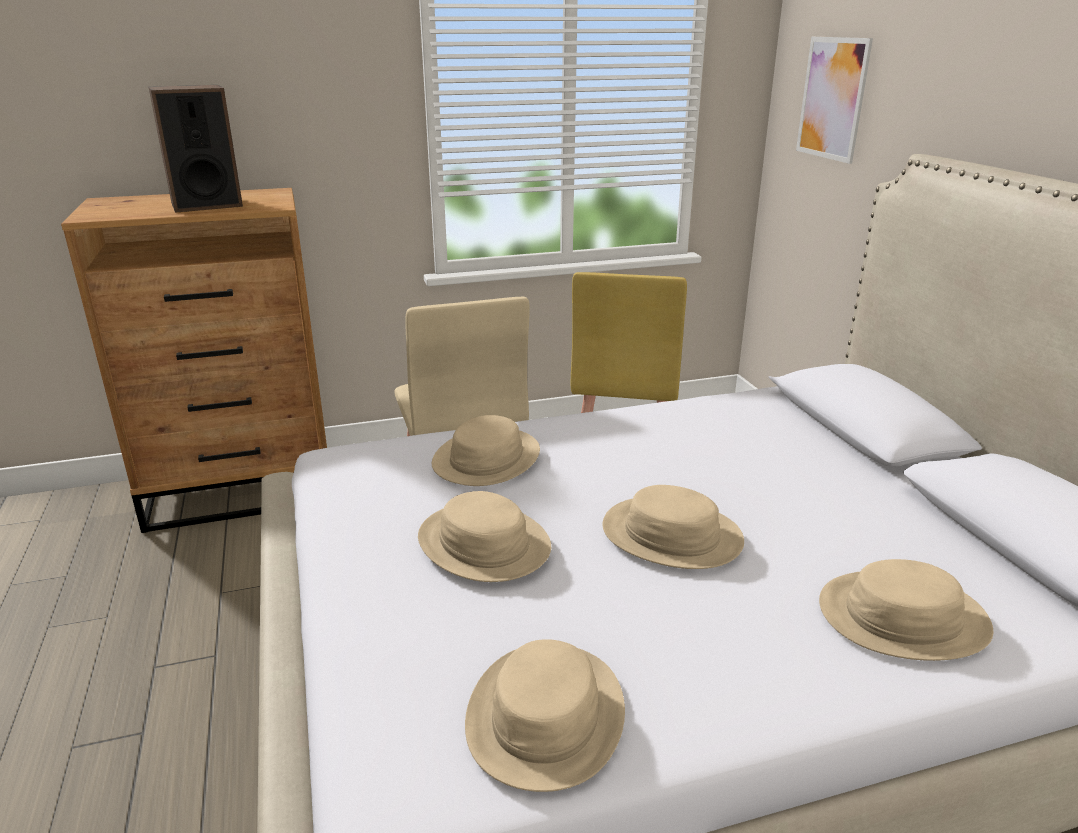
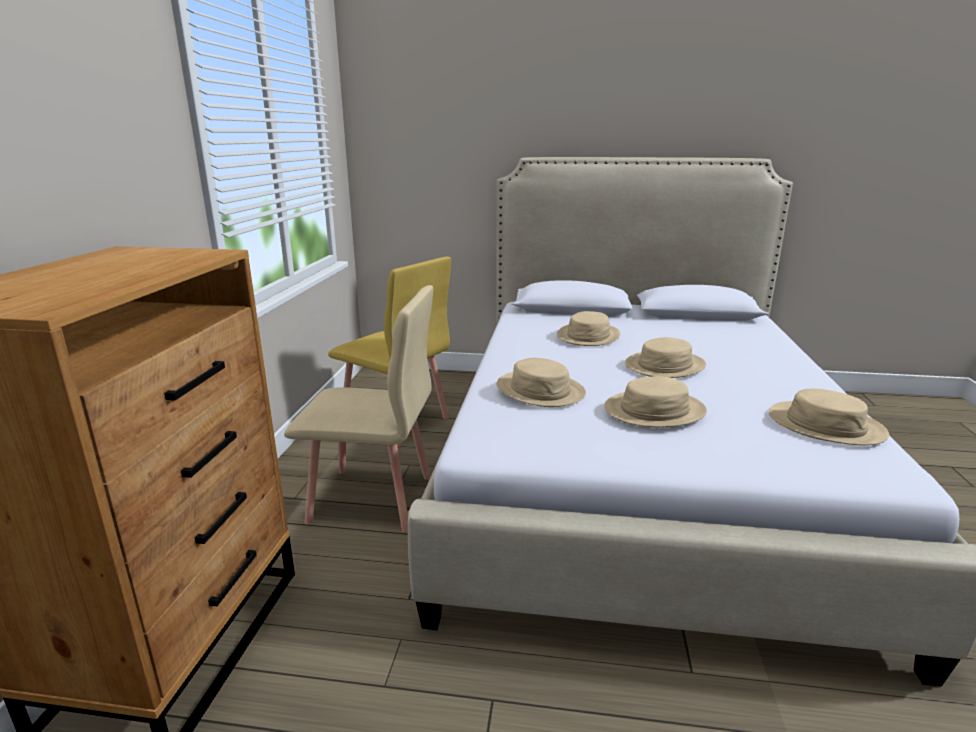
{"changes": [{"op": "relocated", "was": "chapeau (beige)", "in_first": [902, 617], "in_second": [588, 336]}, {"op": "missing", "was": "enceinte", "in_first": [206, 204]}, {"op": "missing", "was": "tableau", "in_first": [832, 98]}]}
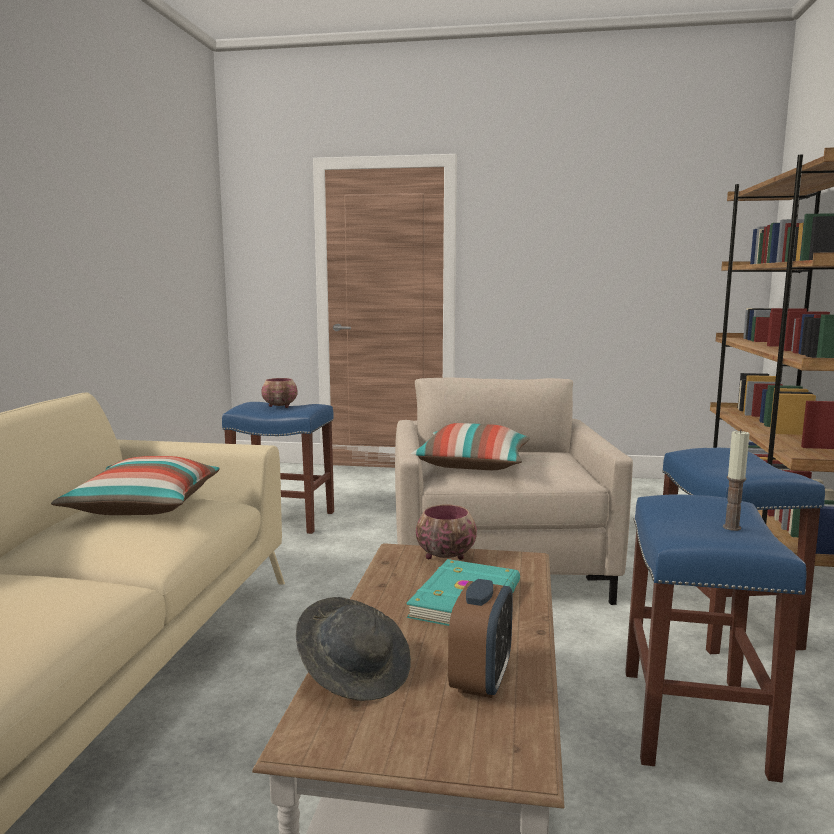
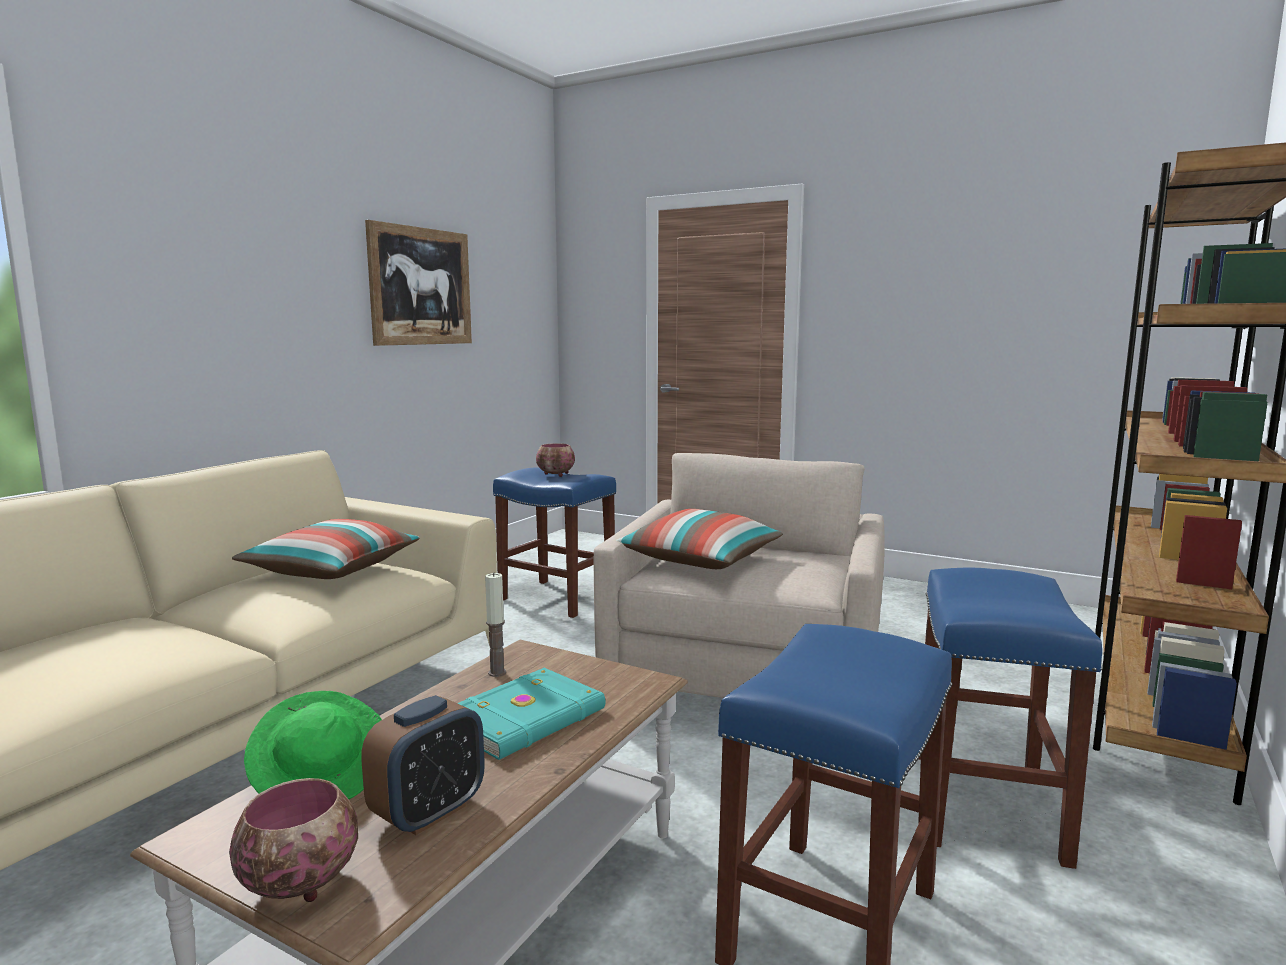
{"changes": [{"op": "relocated", "was": "bol", "in_first": [445, 556], "in_second": [300, 881]}, {"op": "colour", "was": "chapeau (gris)", "now": "chapeau (vert)", "in_first": [355, 673], "in_second": [322, 776]}, {"op": "appeared", "now": "tableau", "in_second": [421, 286]}, {"op": "relocated", "was": "bougie", "in_first": [731, 527], "in_second": [497, 672]}]}
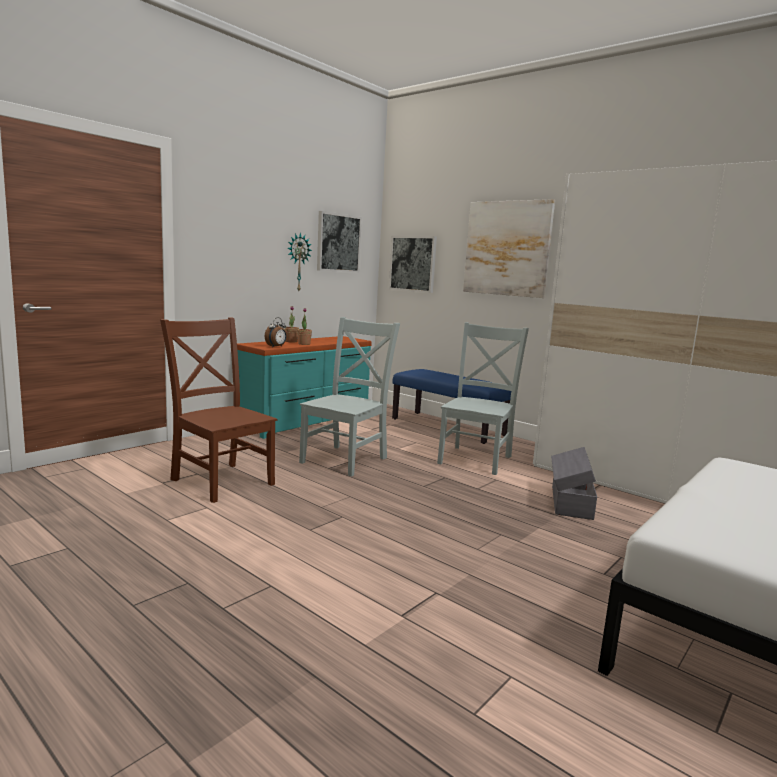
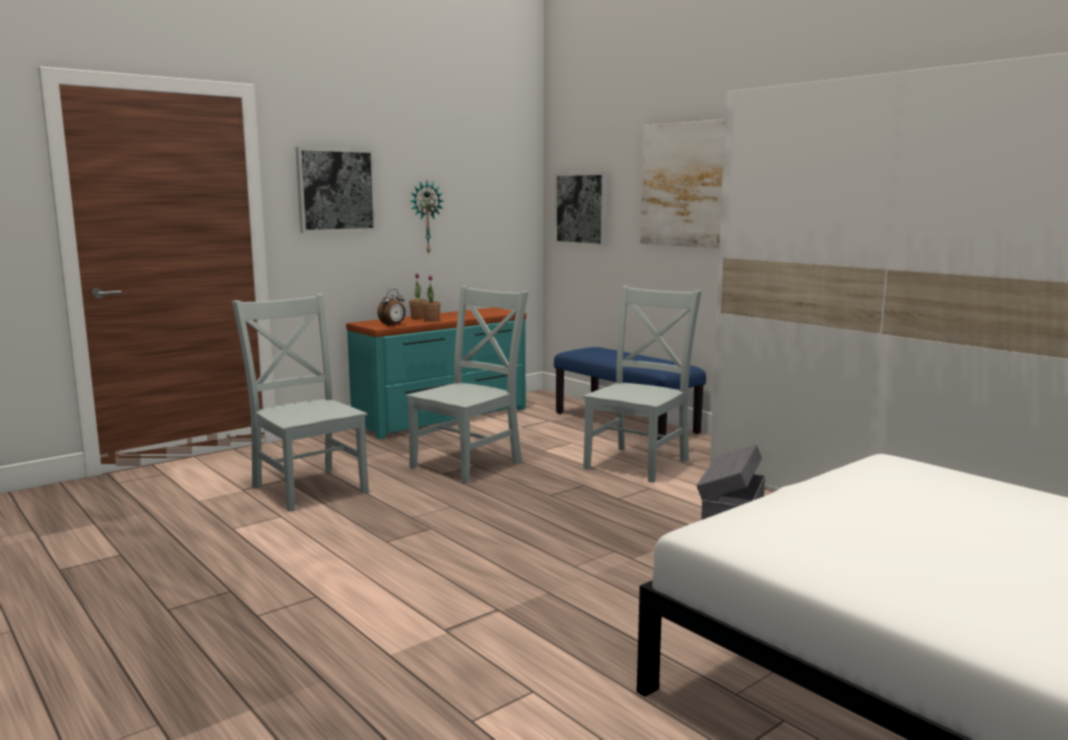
{"changes": [{"op": "colour", "was": "chaise (marron)", "now": "chaise (gris)", "in_first": [221, 480], "in_second": [308, 487]}, {"op": "relocated", "was": "tableau", "in_first": [338, 243], "in_second": [336, 190]}]}
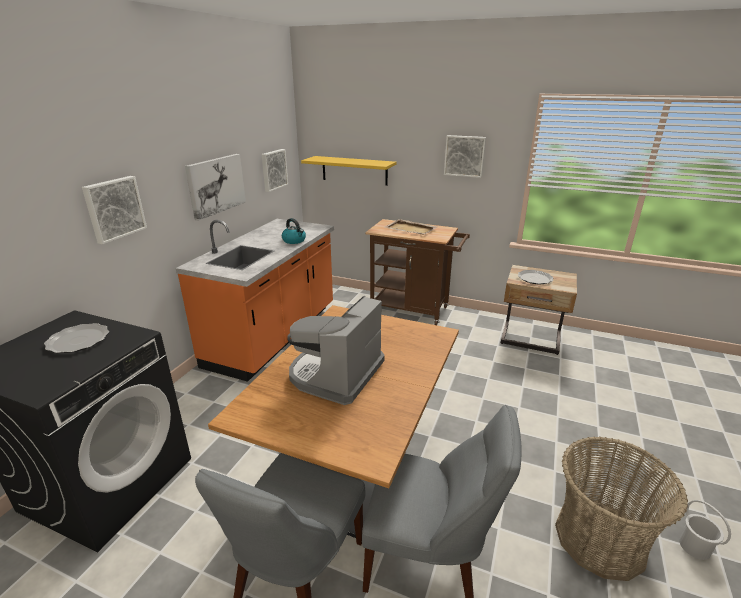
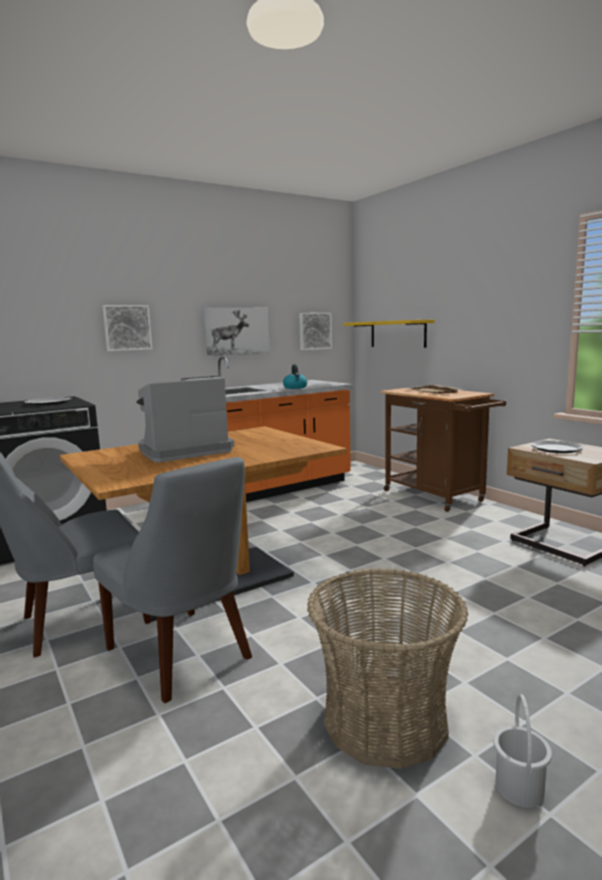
{"changes": [{"op": "missing", "was": "tableau", "in_first": [464, 156]}]}
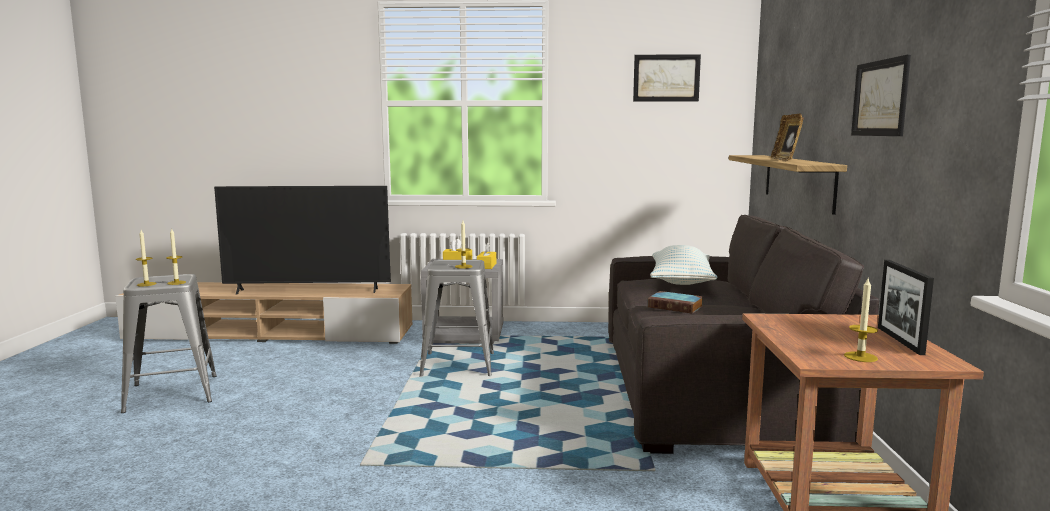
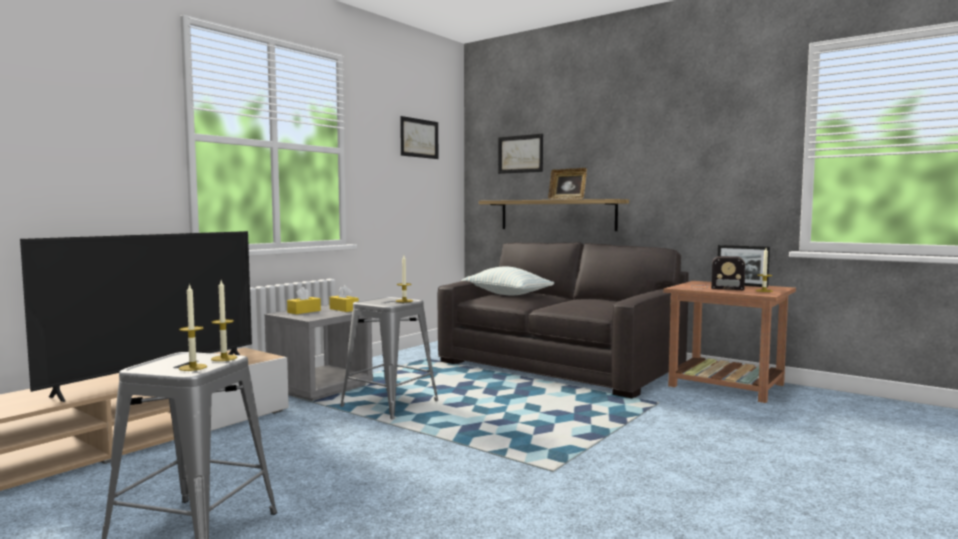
{"changes": [{"op": "relocated", "was": "tableau", "in_first": [880, 98], "in_second": [520, 154]}, {"op": "appeared", "now": "radio", "in_second": [715, 287]}, {"op": "missing", "was": "livre", "in_first": [676, 306]}]}
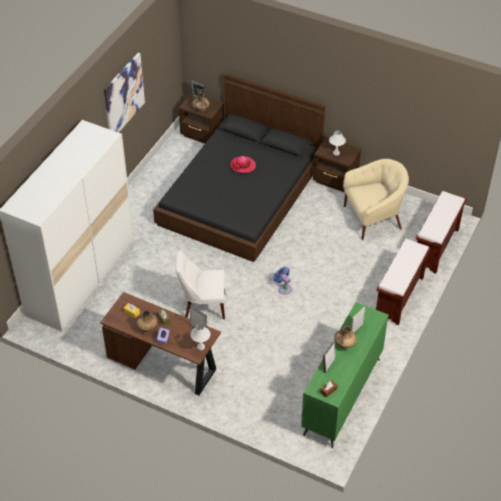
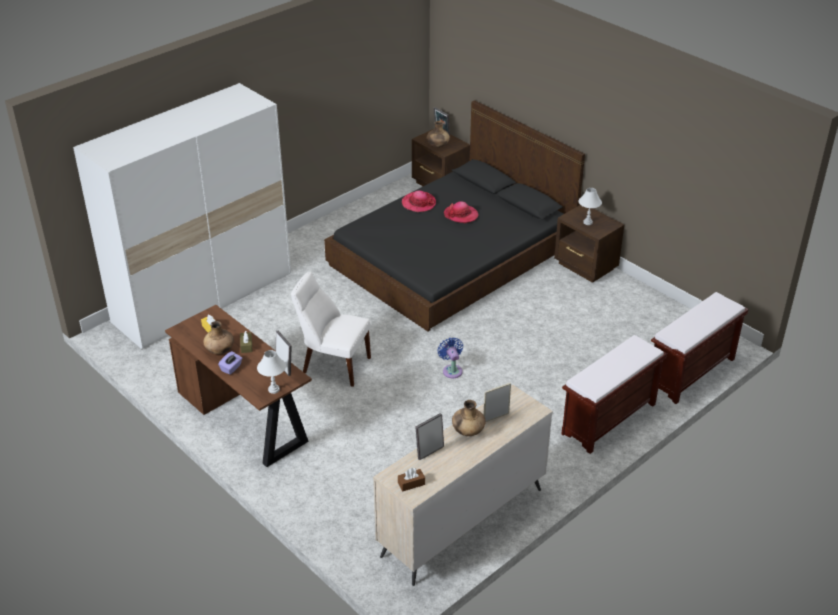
{"changes": [{"op": "colour", "was": "commode (vert)", "now": "commode (beige)", "in_first": [341, 396], "in_second": [461, 522]}, {"op": "appeared", "now": "chapeau", "in_second": [418, 203]}, {"op": "missing", "was": "tableau", "in_first": [124, 95]}, {"op": "missing", "was": "fauteuil (beige)", "in_first": [373, 217]}]}
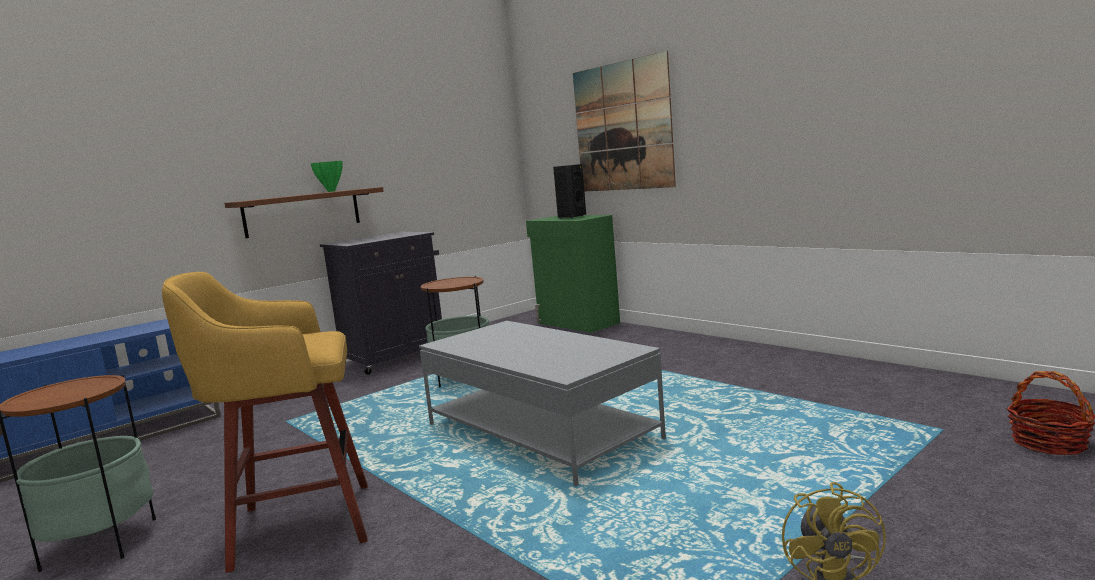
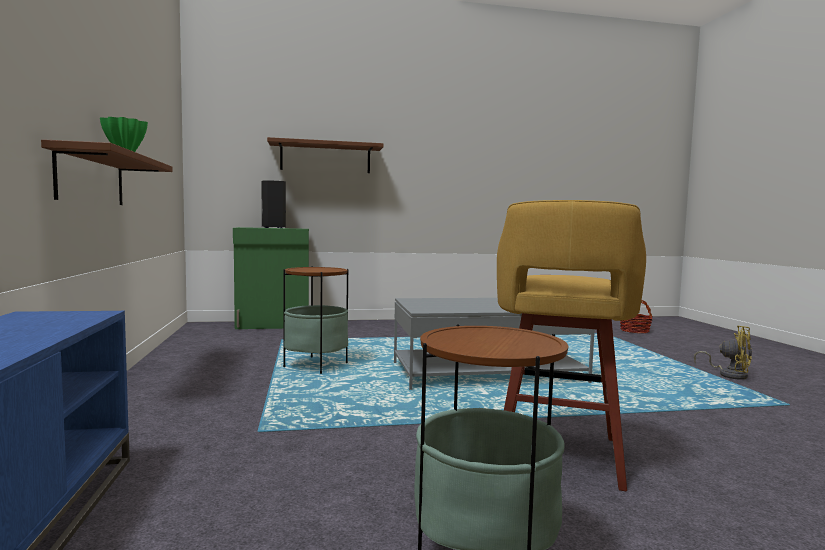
{"changes": [{"op": "exchanged", "was": "tableau", "now": "étagère (marron)", "in_first": [622, 127], "in_second": [325, 158]}, {"op": "missing", "was": "meuble de rangement (noir)", "in_first": [396, 357]}]}
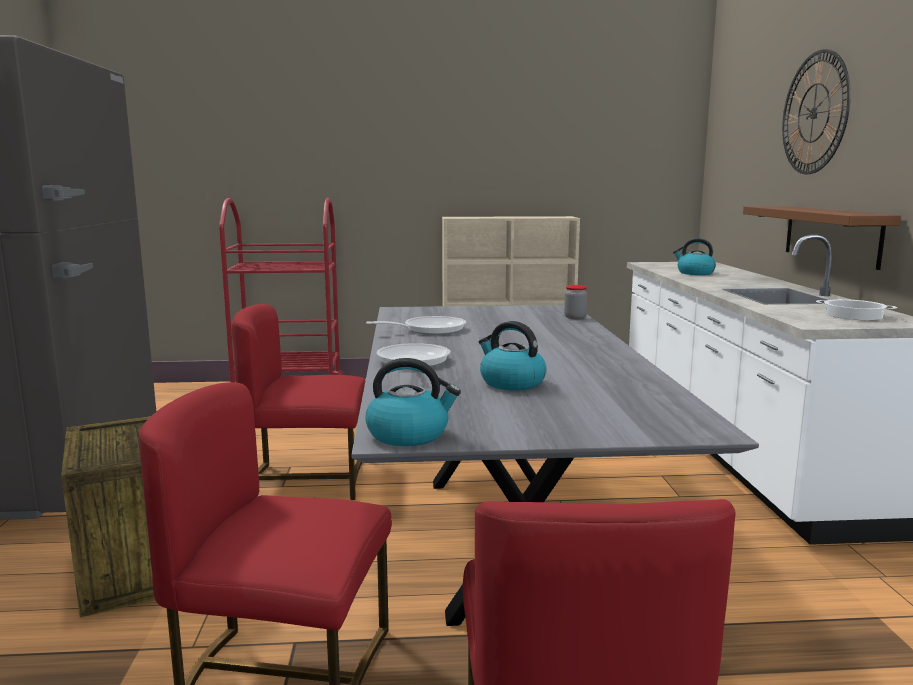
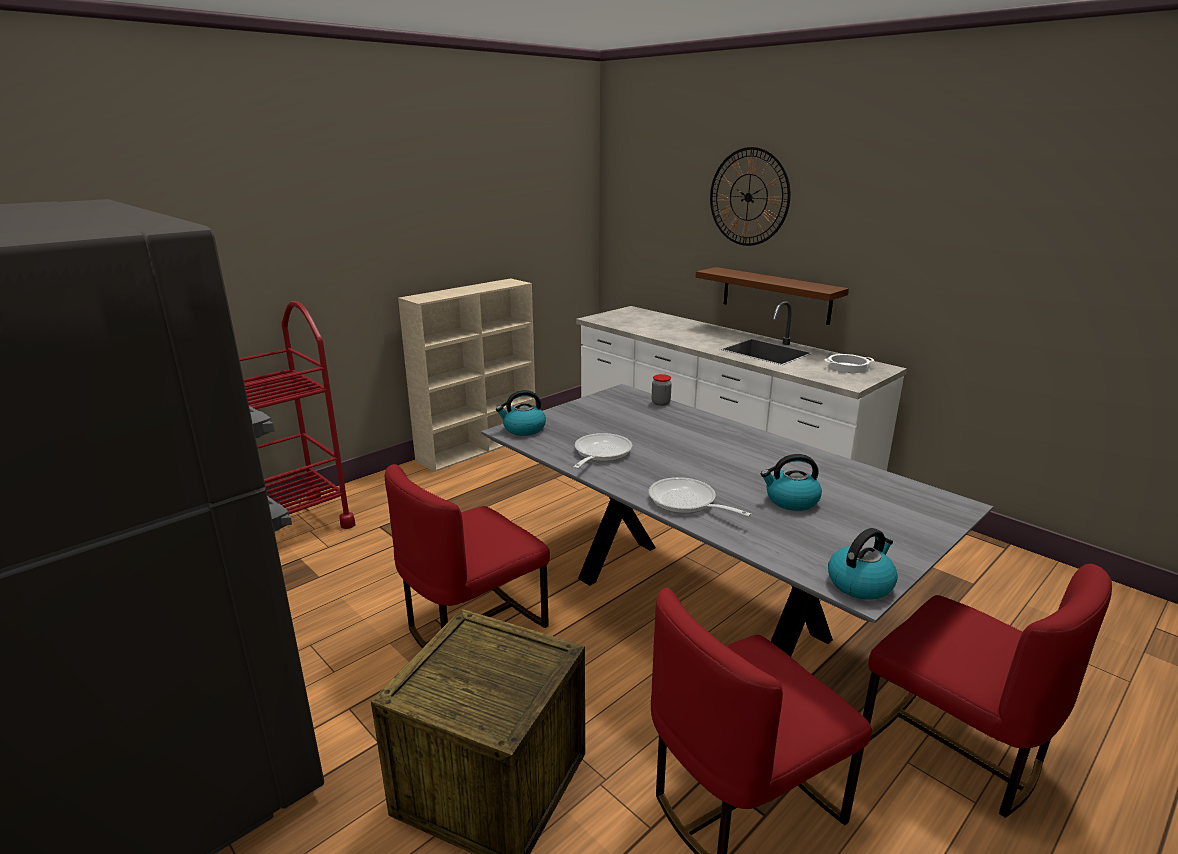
{"changes": [{"op": "relocated", "was": "bouilloire", "in_first": [694, 273], "in_second": [523, 429]}]}
